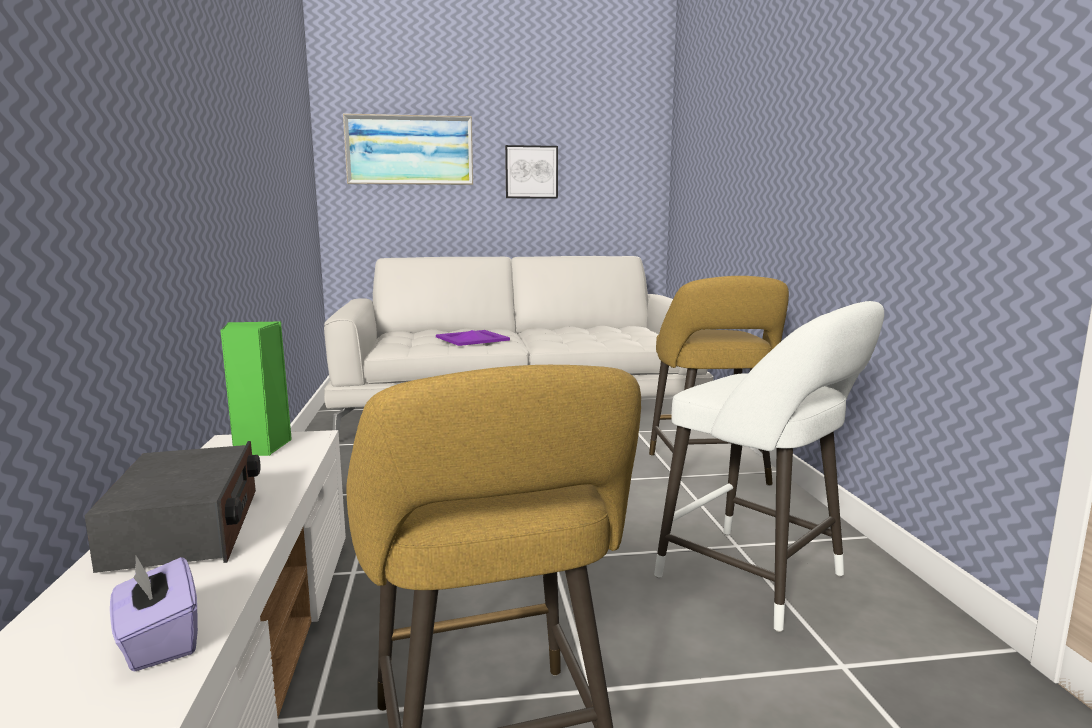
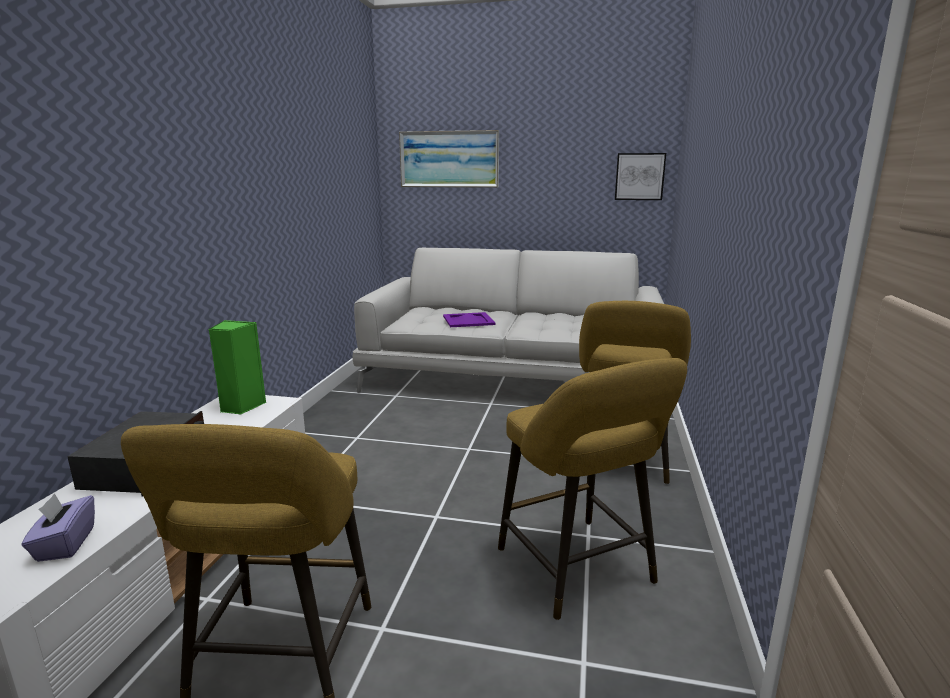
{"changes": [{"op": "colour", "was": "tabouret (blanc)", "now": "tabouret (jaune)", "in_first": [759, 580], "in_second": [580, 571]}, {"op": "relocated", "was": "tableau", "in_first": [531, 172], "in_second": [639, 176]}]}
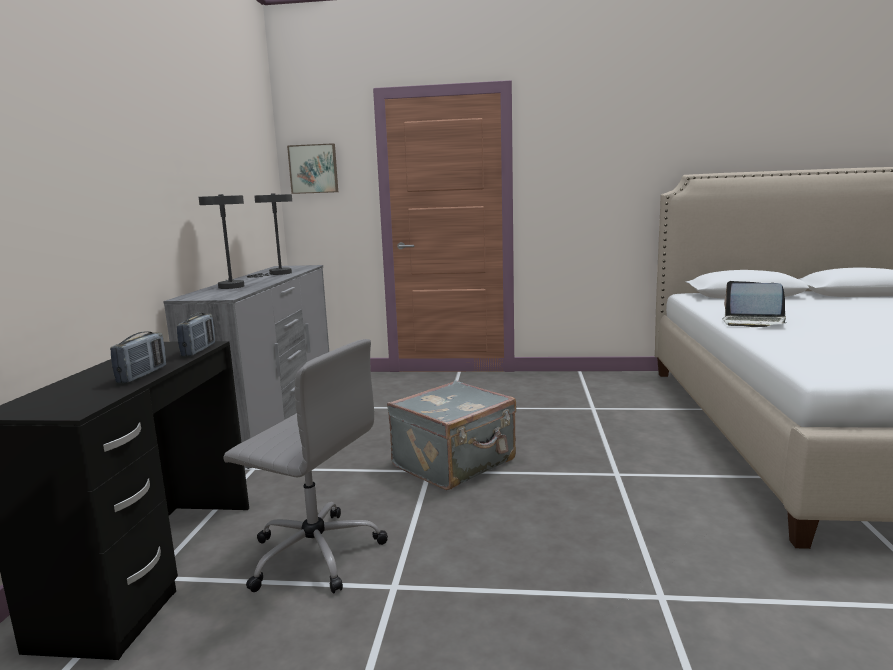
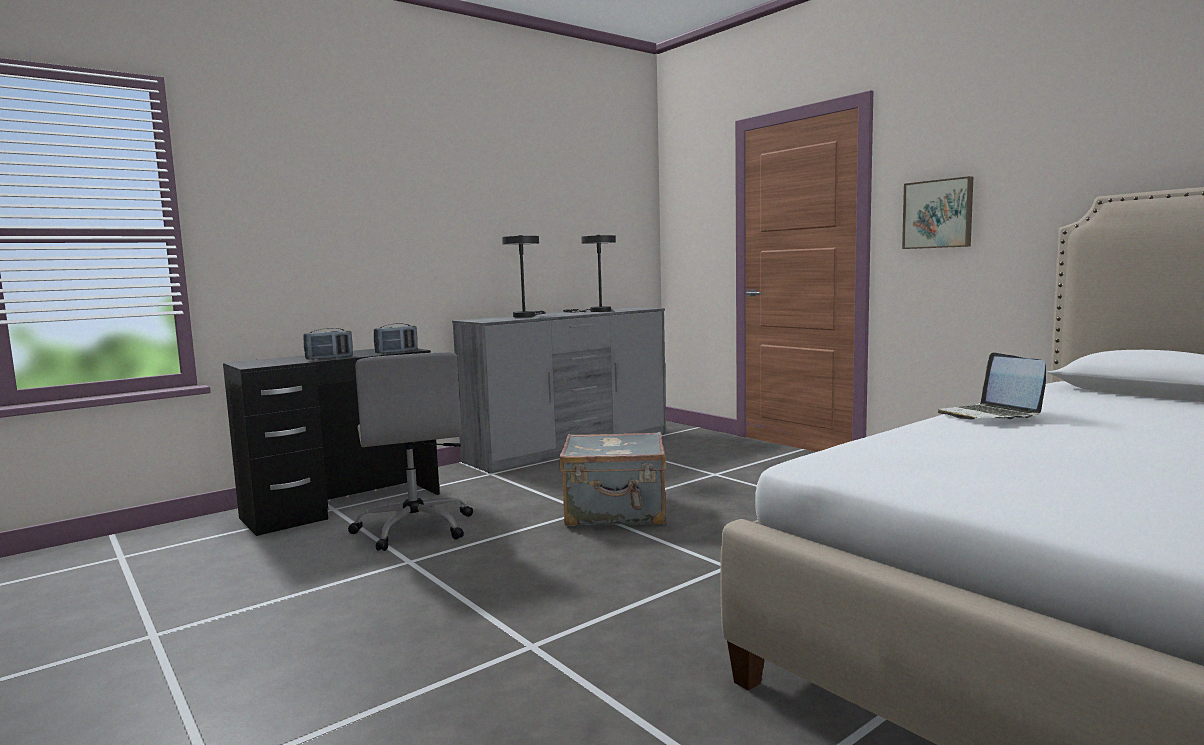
{"changes": [{"op": "relocated", "was": "tableau", "in_first": [313, 169], "in_second": [938, 214]}]}
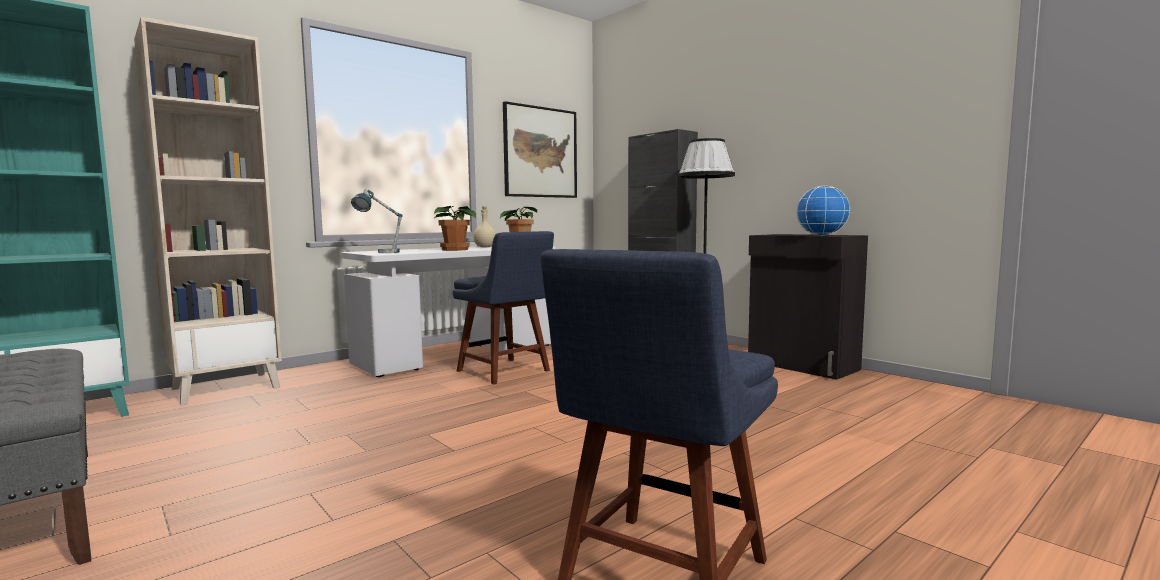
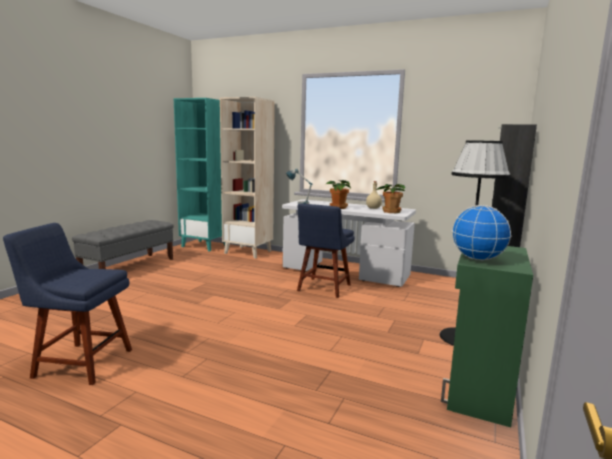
{"changes": [{"op": "colour", "was": "meuble de rangement (noir)", "now": "meuble de rangement (vert)", "in_first": [802, 366], "in_second": [478, 389]}, {"op": "missing", "was": "tableau", "in_first": [540, 152]}]}
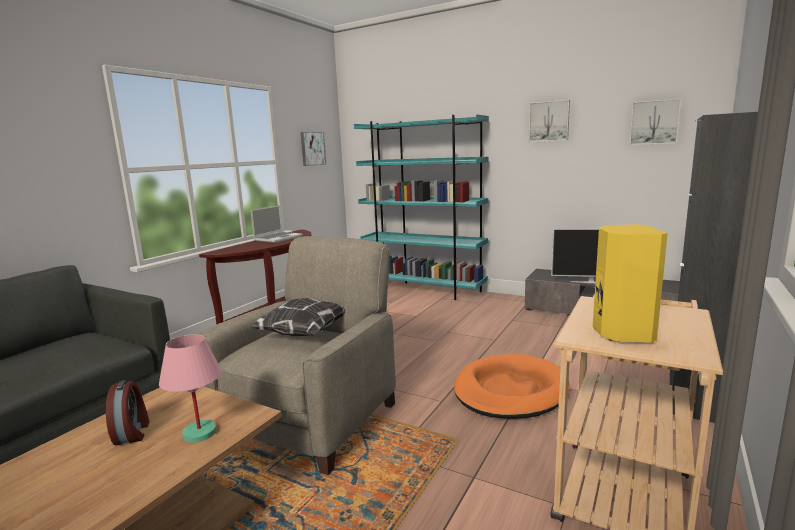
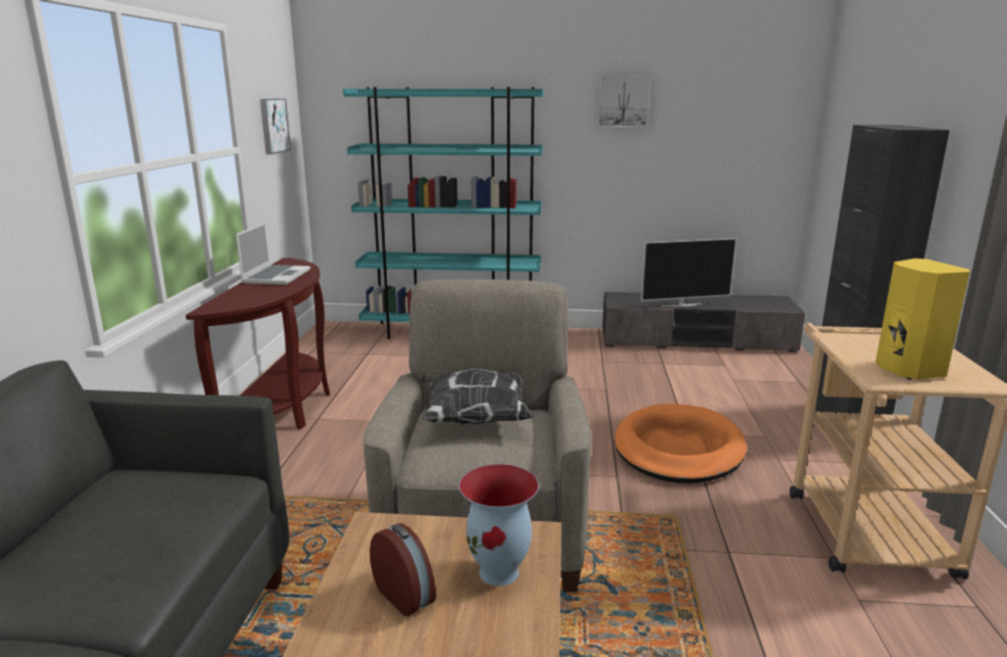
{"changes": [{"op": "exchanged", "was": "lampe de table (rose)", "now": "vase", "in_first": [200, 433], "in_second": [500, 572]}, {"op": "missing", "was": "tableau", "in_first": [654, 122]}]}
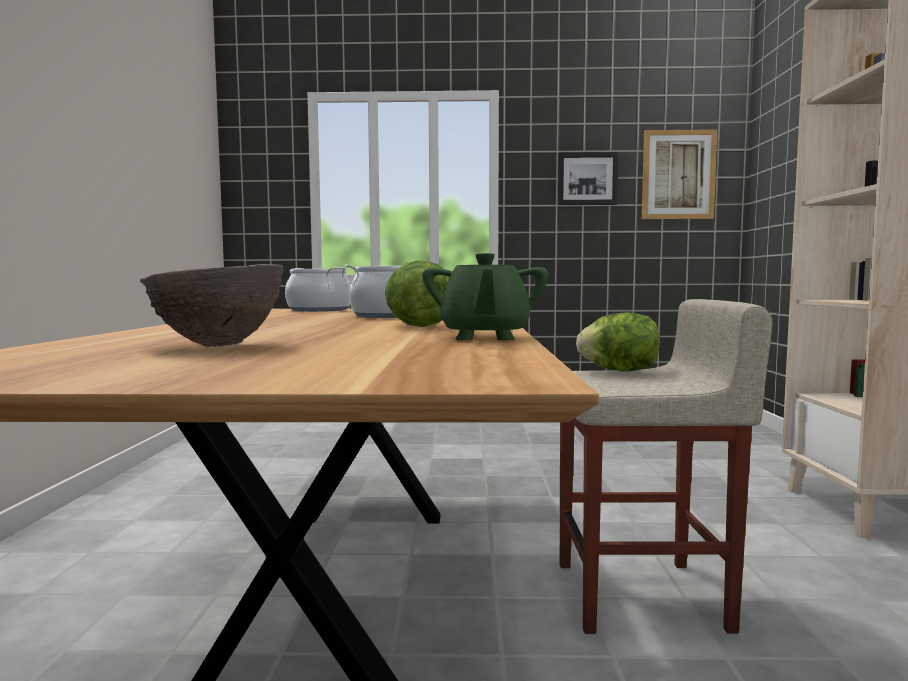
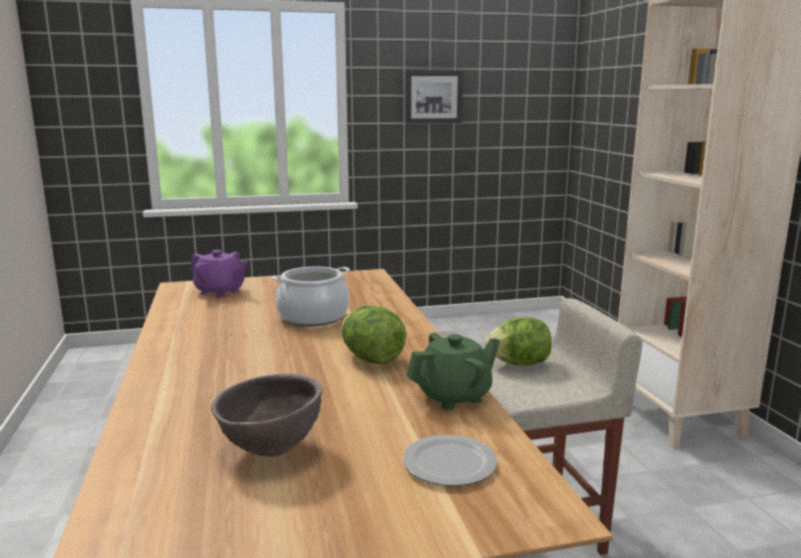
{"changes": [{"op": "exchanged", "was": "marmite", "now": "théière (violet)", "in_first": [319, 310], "in_second": [220, 292]}, {"op": "appeared", "now": "assiette", "in_second": [451, 463]}, {"op": "spun", "was": "théière (vert)", "in_first": [484, 337], "in_second": [454, 397], "clockwise": -105}, {"op": "missing", "was": "tableau", "in_first": [678, 175]}]}
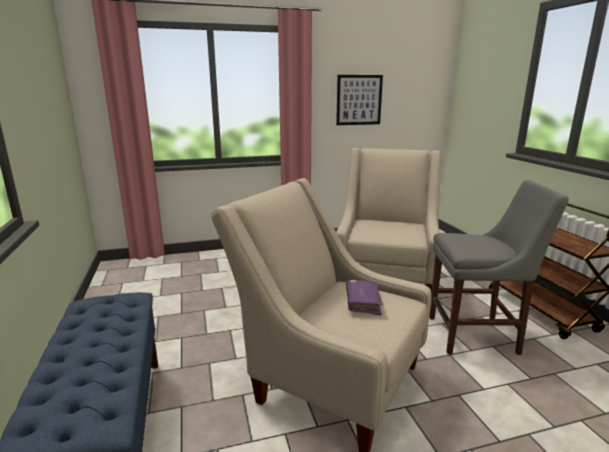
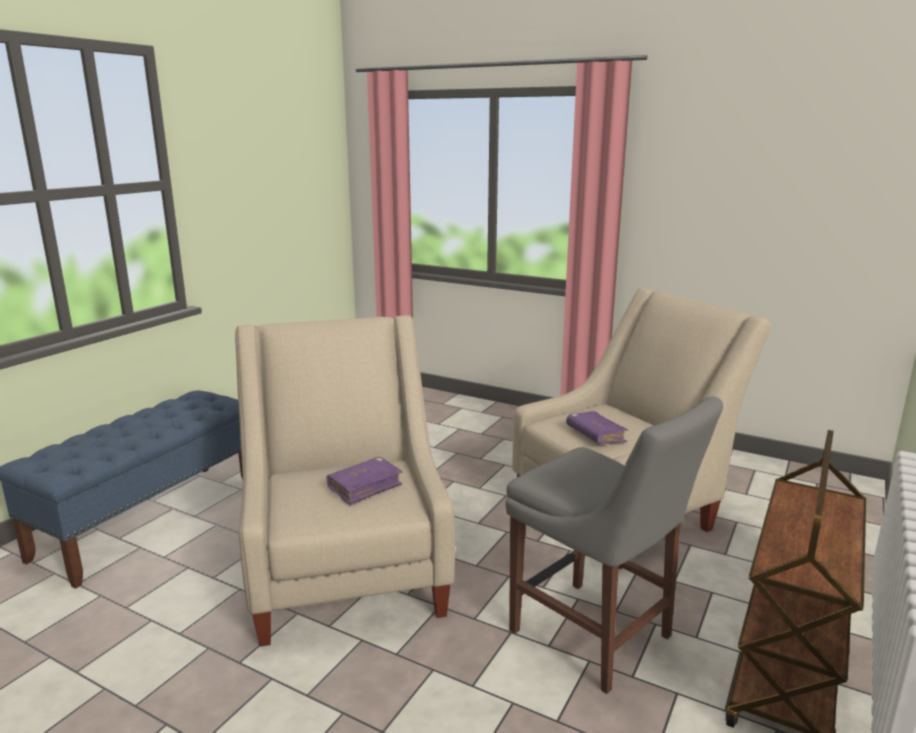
{"changes": [{"op": "appeared", "now": "livre (violet)", "in_second": [595, 435]}, {"op": "missing", "was": "tableau", "in_first": [359, 100]}]}
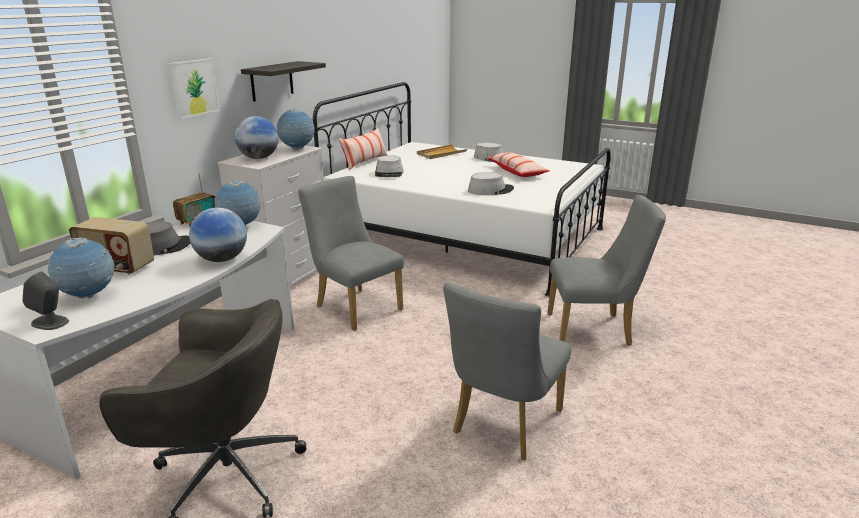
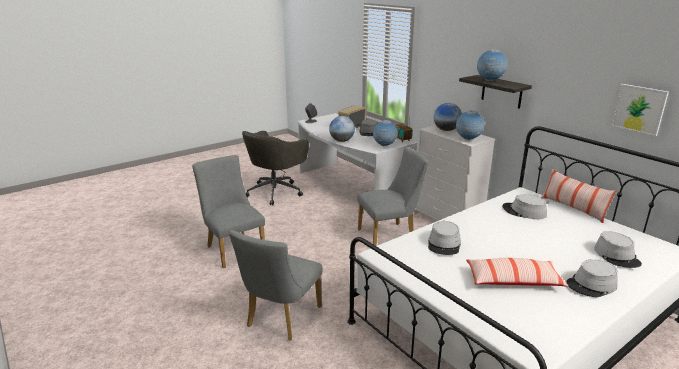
{"changes": [{"op": "relocated", "was": "globe", "in_first": [89, 296], "in_second": [489, 81]}, {"op": "exchanged", "was": "plateau (beige)", "now": "chapeau (gris)", "in_first": [441, 154], "in_second": [617, 256]}, {"op": "relocated", "was": "tableau", "in_first": [194, 88], "in_second": [639, 109]}]}
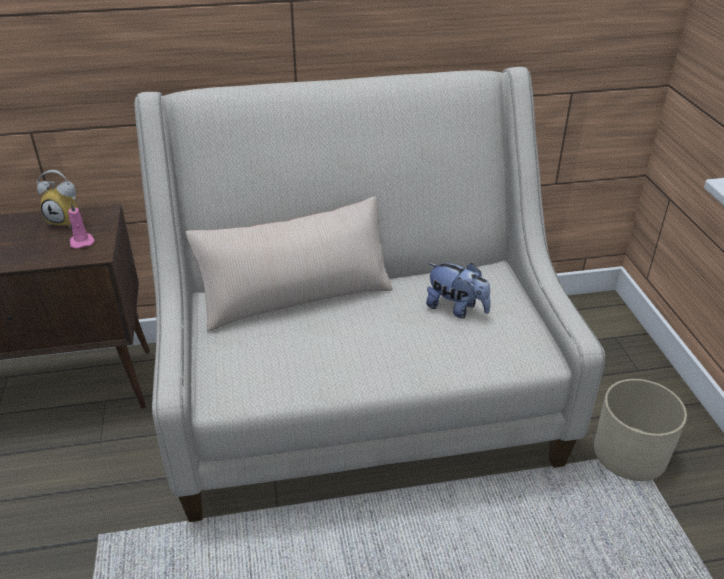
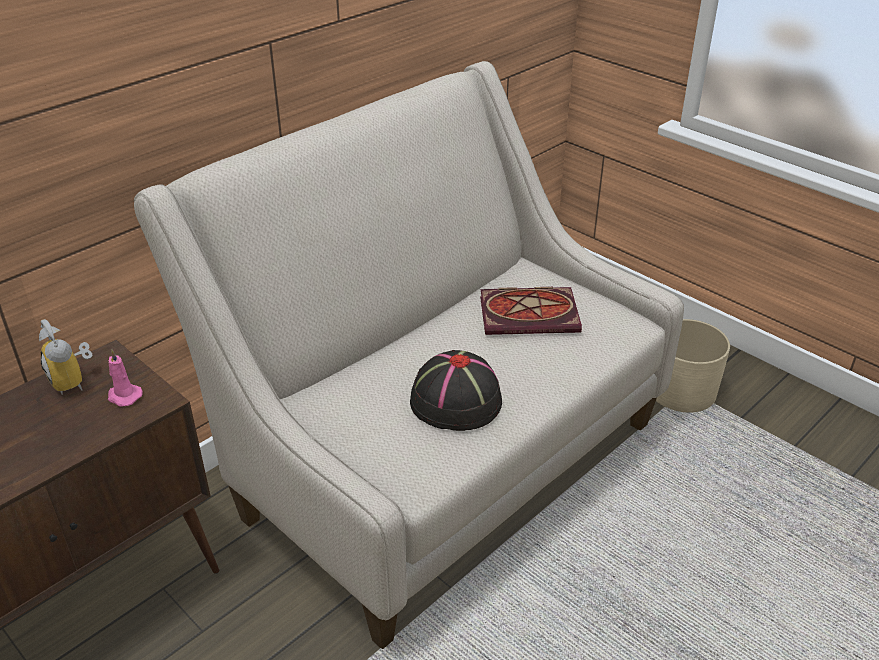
{"changes": [{"op": "spun", "was": "réveil", "in_first": [68, 220], "in_second": [74, 381], "clockwise": 75}, {"op": "appeared", "now": "chapeau (noir)", "in_second": [455, 401]}, {"op": "exchanged", "was": "peluche", "now": "livre", "in_first": [456, 309], "in_second": [531, 314]}, {"op": "missing", "was": "coussin (beige)", "in_first": [296, 297]}]}
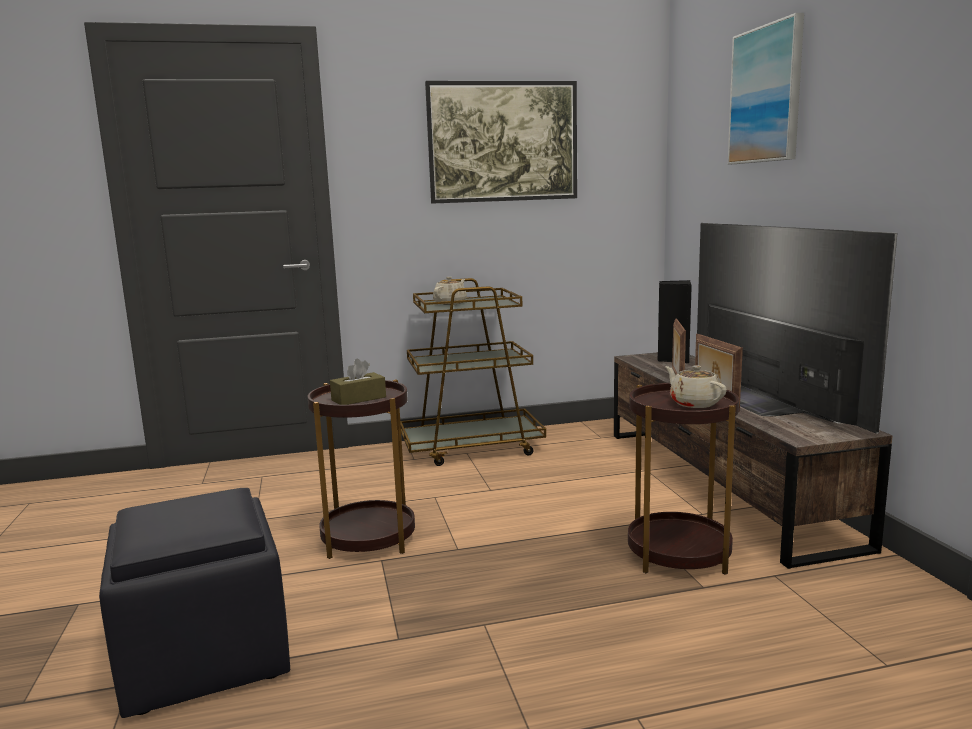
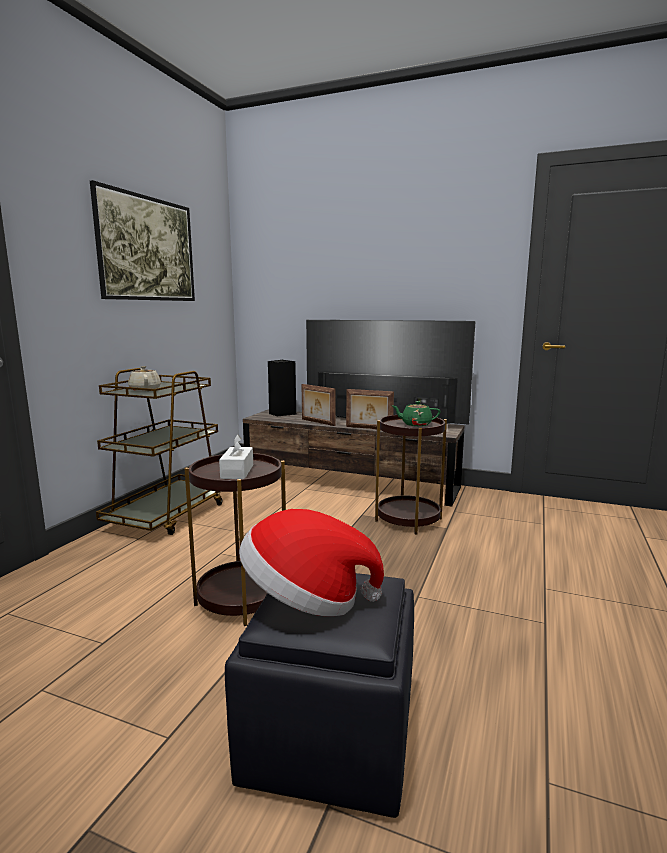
{"changes": [{"op": "colour", "was": "boîte à mouchoirs (marron)", "now": "boîte à mouchoirs (blanc)", "in_first": [358, 398], "in_second": [237, 471]}, {"op": "appeared", "now": "chapeau", "in_second": [306, 599]}, {"op": "colour", "was": "théière (beige)", "now": "théière (vert)", "in_first": [694, 403], "in_second": [415, 424]}, {"op": "missing", "was": "tableau", "in_first": [766, 95]}]}
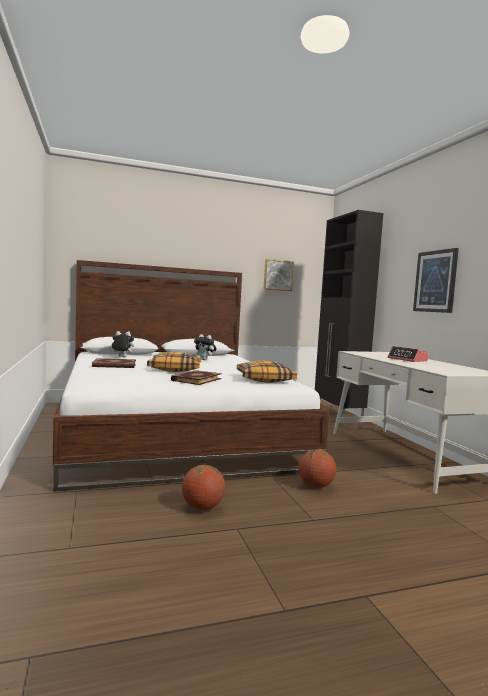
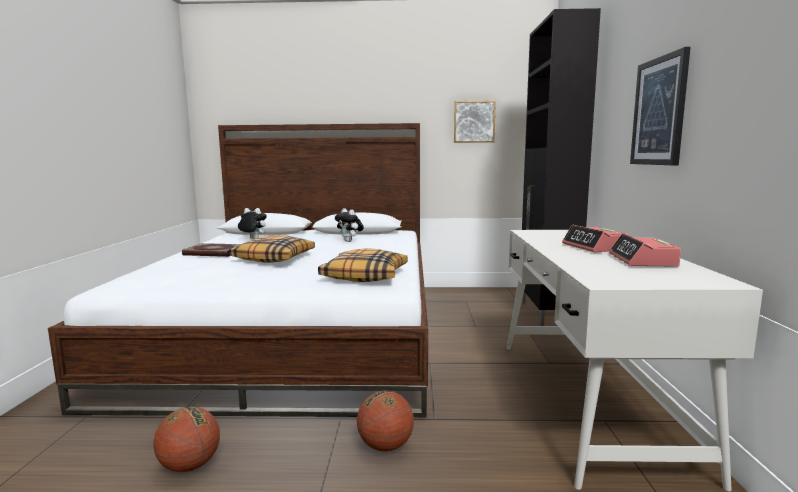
{"changes": [{"op": "appeared", "now": "réveil", "in_second": [642, 260]}, {"op": "missing", "was": "livre", "in_first": [196, 379]}]}
